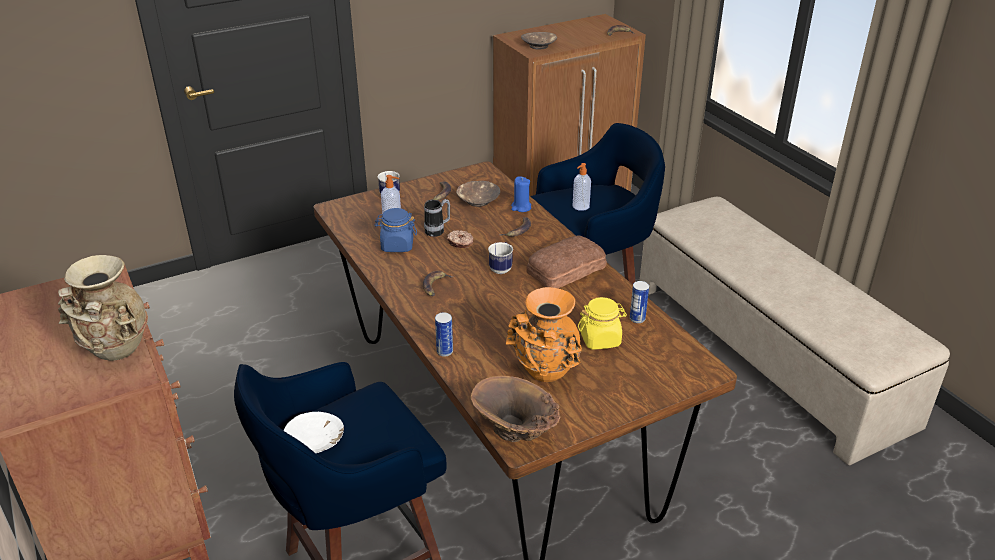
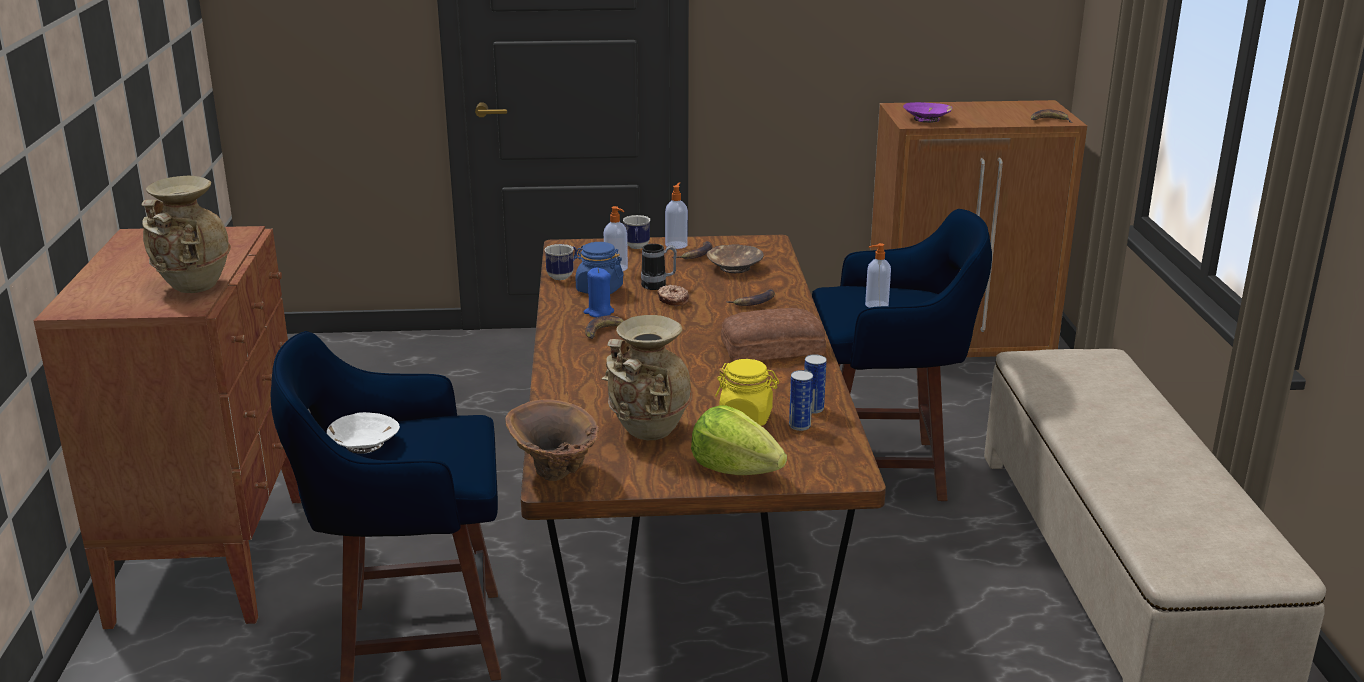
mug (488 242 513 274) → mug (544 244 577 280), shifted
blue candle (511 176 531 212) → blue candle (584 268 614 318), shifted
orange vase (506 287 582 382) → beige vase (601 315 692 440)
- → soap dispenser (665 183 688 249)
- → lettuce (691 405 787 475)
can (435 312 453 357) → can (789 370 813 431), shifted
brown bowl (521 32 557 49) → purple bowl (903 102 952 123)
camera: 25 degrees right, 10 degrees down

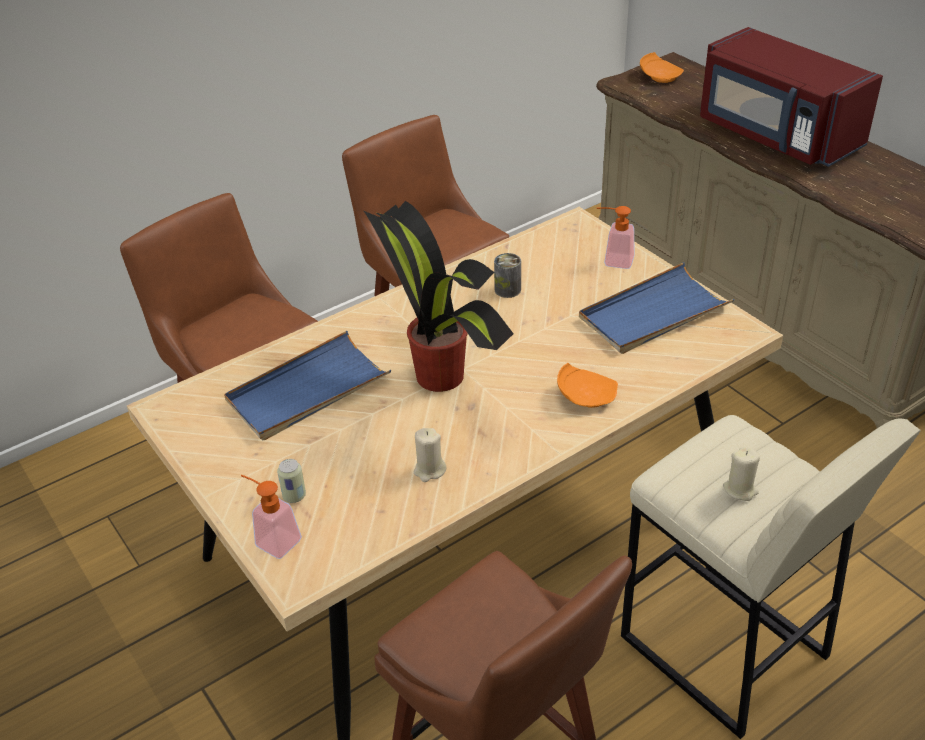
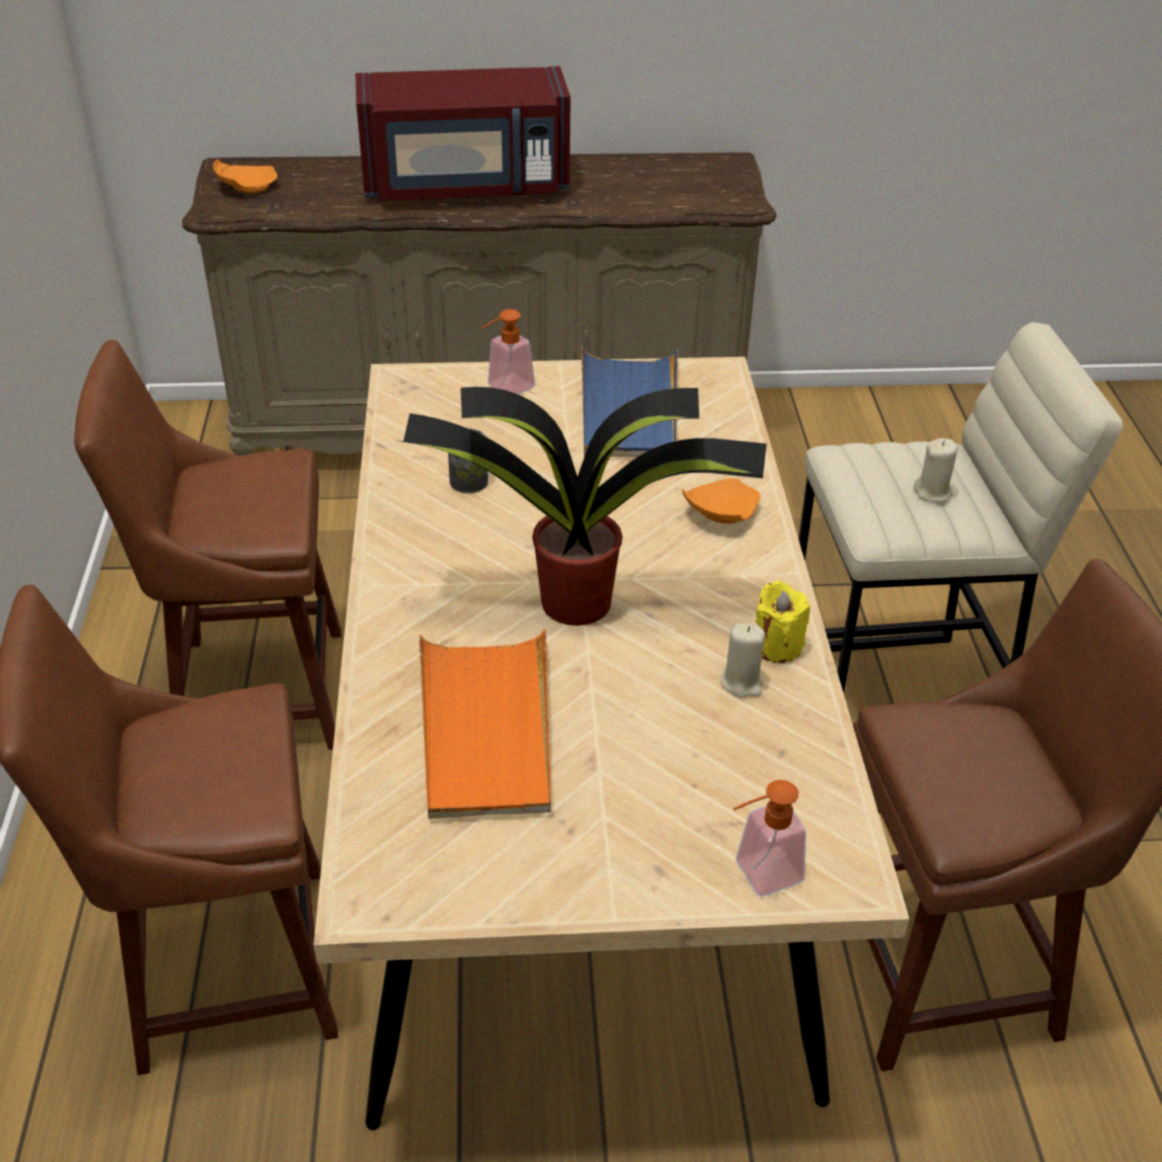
blue tray (224 331 391 440) → orange tray (419 629 551 819)
- → yellow candle (756 581 810 663)
can (277 459 306 503) → -
camera: 60 degrees left, 0 degrees up

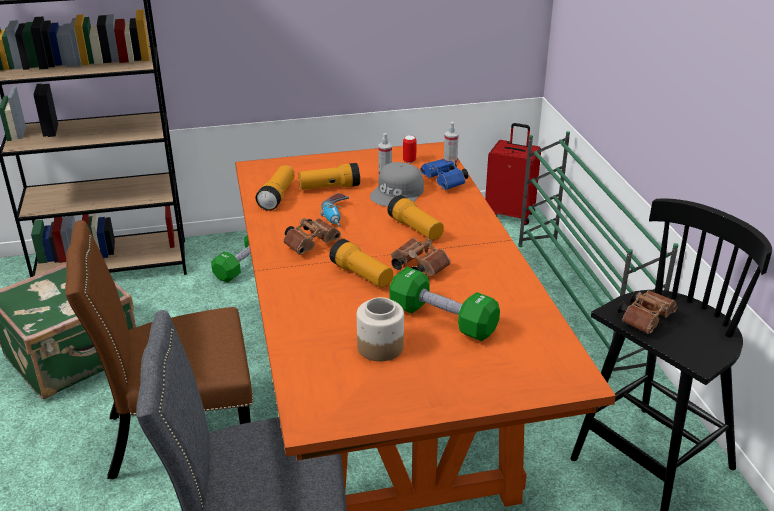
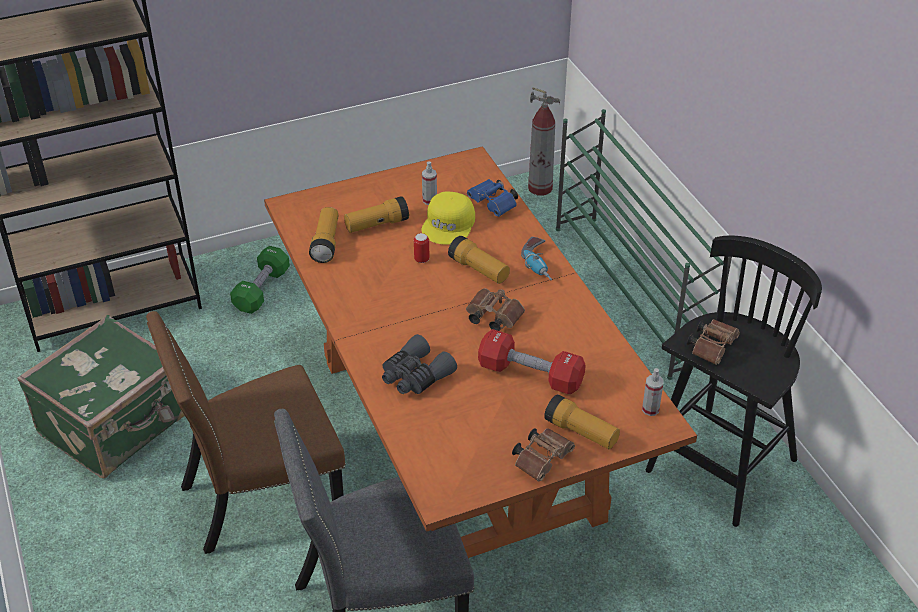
- → grey binoculars (382 334 457 394)
can (403 135 417 163) → can (414 233 430 263), shifted
grey cap (370 162 424 207) → yellow cap (422 192 475 244)
green dumbbell (389 267 500 341) → red dumbbell (478 329 586 394)
brown binoculars (283 218 341 255) → brown binoculars (512 428 575 482), shifted
power drill (320 193 349 227) → power drill (521 237 552 280), shifted
red suitcase (485 123 541 225) → fire extinguisher (528 87 560 196)
flashlight (329 239 393 288) → flashlight (544 395 620 449), shifted
spray bottle (444 122 459 164) → spray bottle (642 368 664 416), shifted
jar (357 297 404 361) → -
camera: 10 degrees left, 10 degrees up

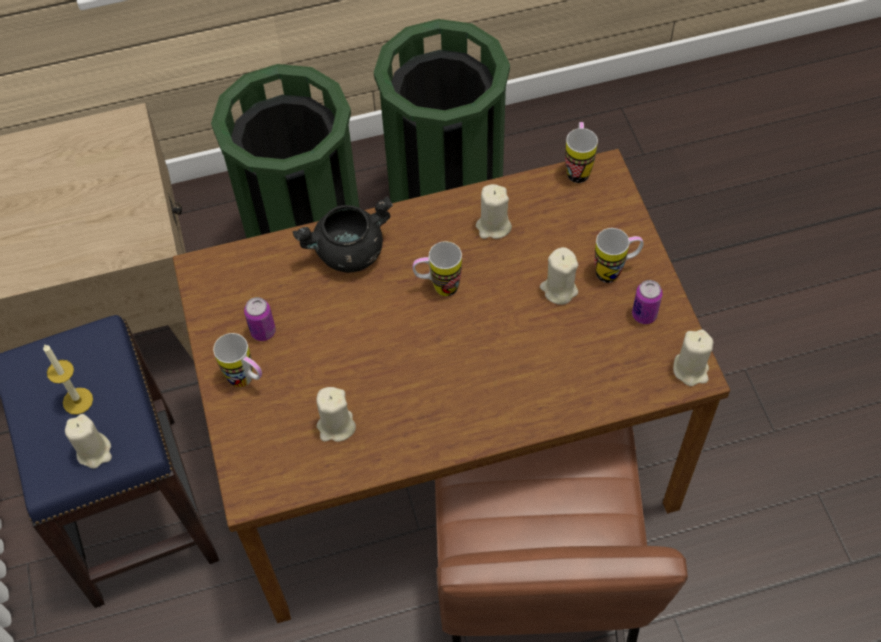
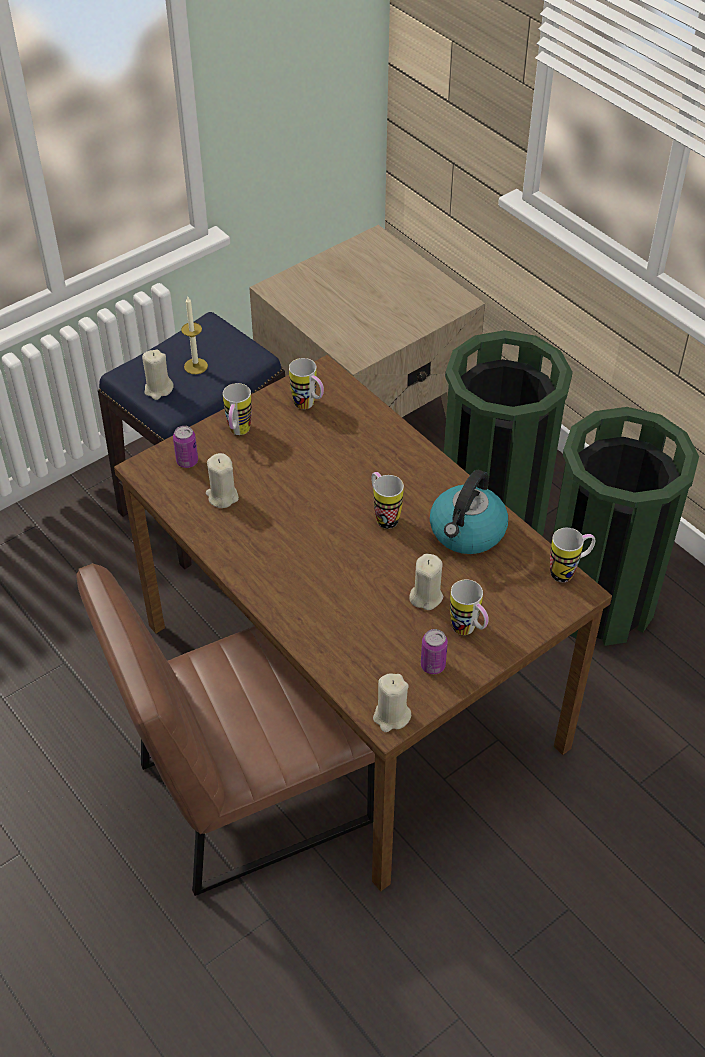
can (244 297 276 341) → can (173 426 198 468), shifted
- → mug (289 358 324 409)
beige candle (476 184 512 239) → kettle (430 470 508 554)
black cooking pot (292 196 393 273) → -
camera: 65 degrees right, 10 degrees down

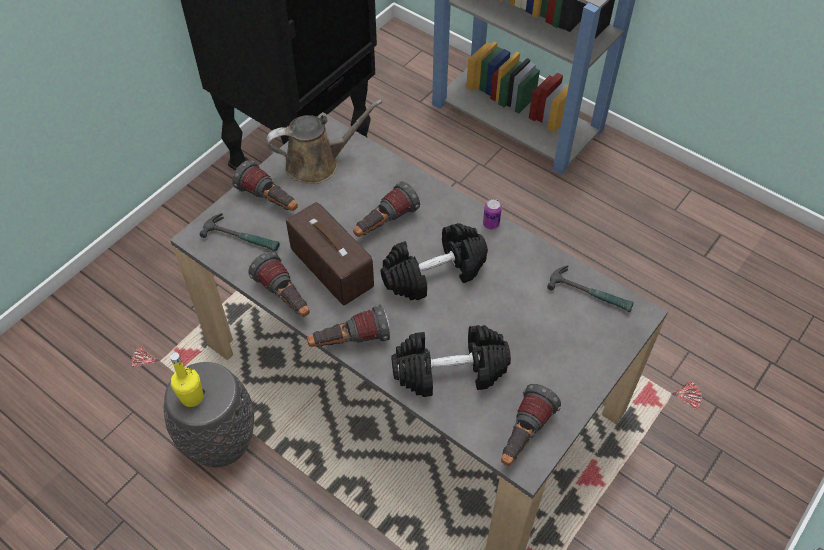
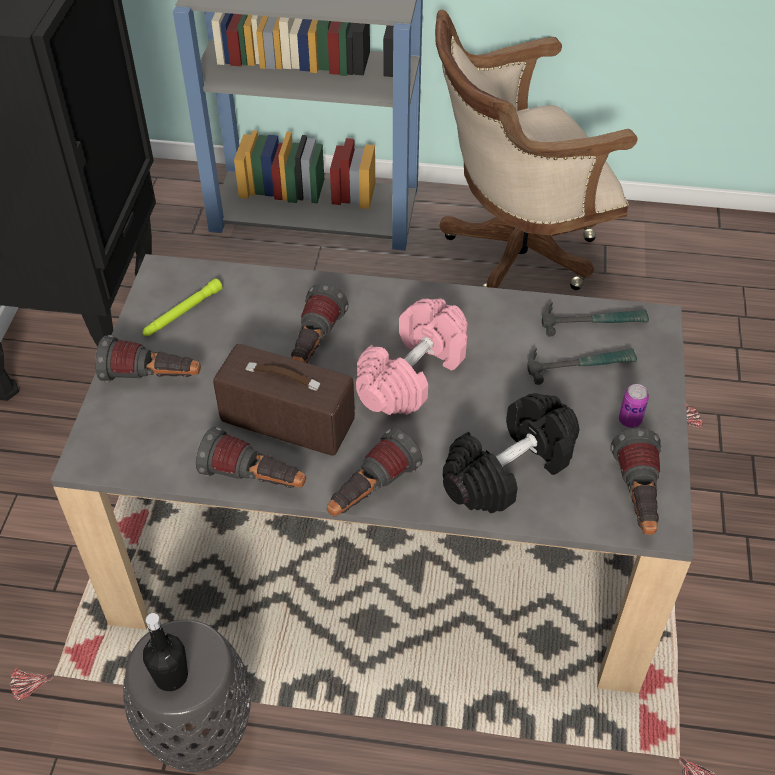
brown watering can (266 100 382 184) → green flashlight (142 279 223 336)
yellow bottle (170 352 203 407) → black bottle (143 613 188 691)
black dumbbell (381 223 488 300) → pink dumbbell (356 299 468 415)
- → office chair (435 10 638 290)
hammer (199 213 280 252) → hammer (527 348 637 385), shifted
can (483 199 502 230) → can (619 384 649 428), shifted
camera: 30 degrees left, 5 degrees down

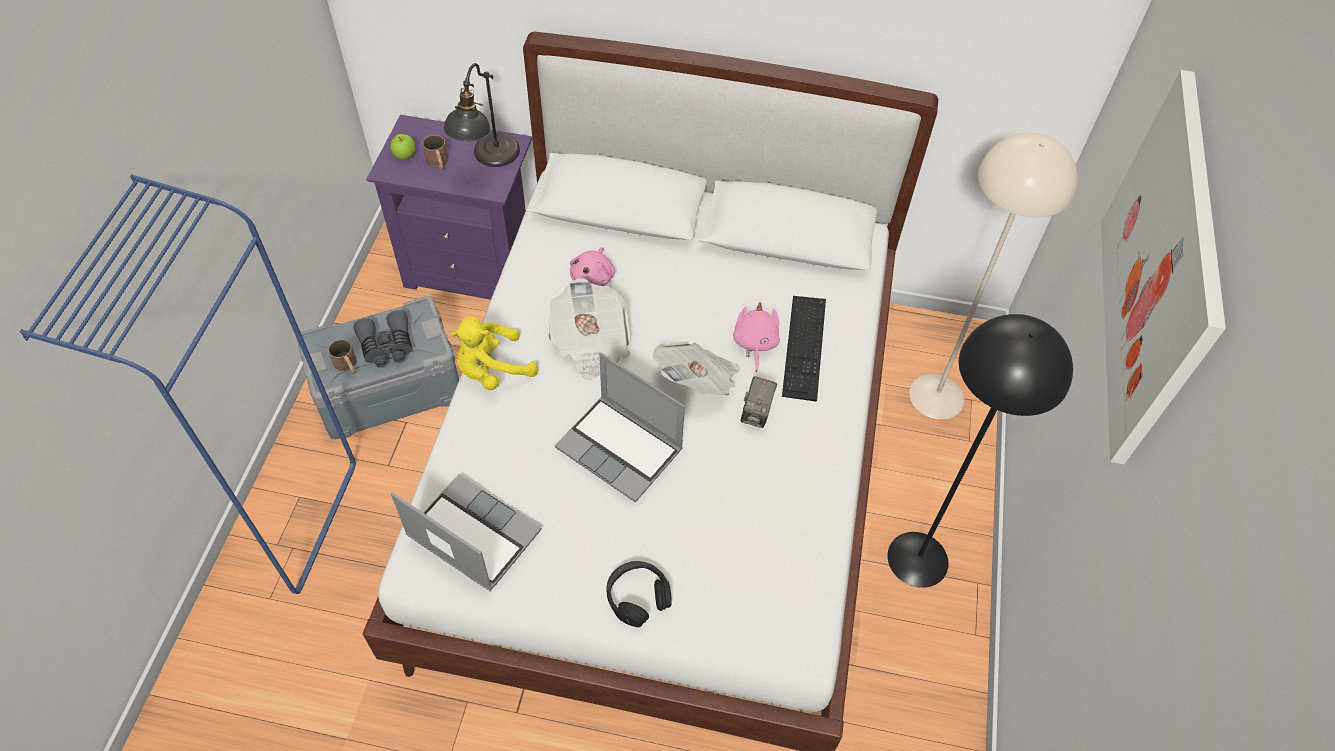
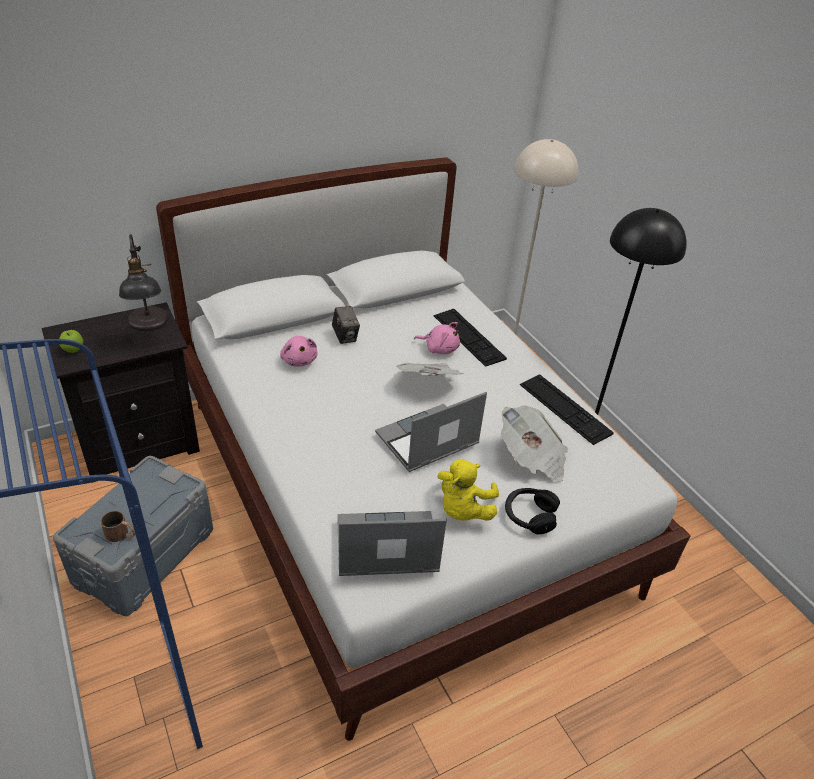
purple nightstand (366 115 532 300) → black nightstand (42 302 200 483)
photo camera (741 376 777 428) → photo camera (332 306 360 344), shifted
laptop (555 353 685 503) → laptop (375 392 487 472), 150 degrees clockwise
pink plush toy (733 302 780 372) → pink plush toy (414 322 460 354), 150 degrees clockwise
yellow plush toy (451 316 538 390) → yellow plush toy (437 460 499 521), shifted
newspaper (548 278 630 380) → newspaper (501 406 568 482), shifted
- → keyboard (520 374 614 445)
grey binoculars (353 310 412 368) → -
brown mug (423 135 448 170) → -
picture (1101 70 1226 464) → -
camera: 40 degrees left, 15 degrees down

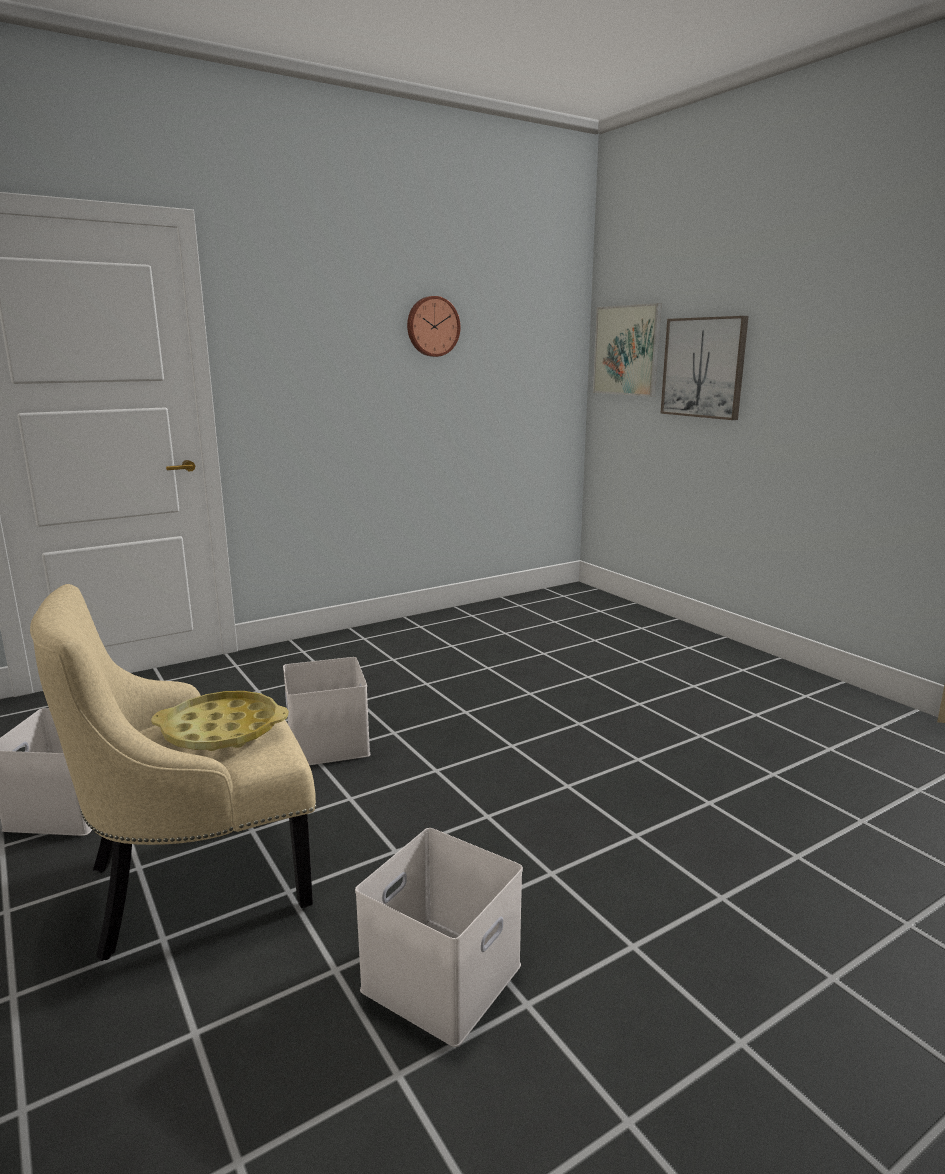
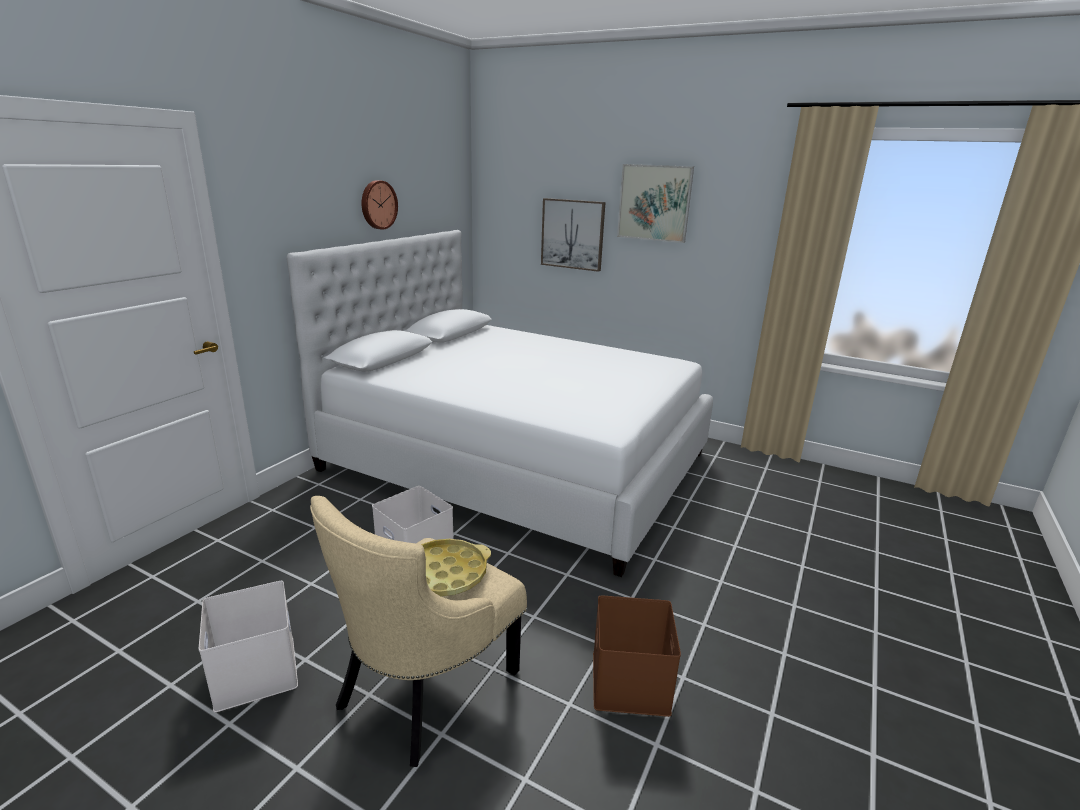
- → white bed (286 230 713 577)
white storage box (355 828 523 1047) → brown storage box (593 595 681 717)
picture (593 303 662 397) → picture (617 164 694 243), shifted
camera: 30 degrees left, 5 degrees up

